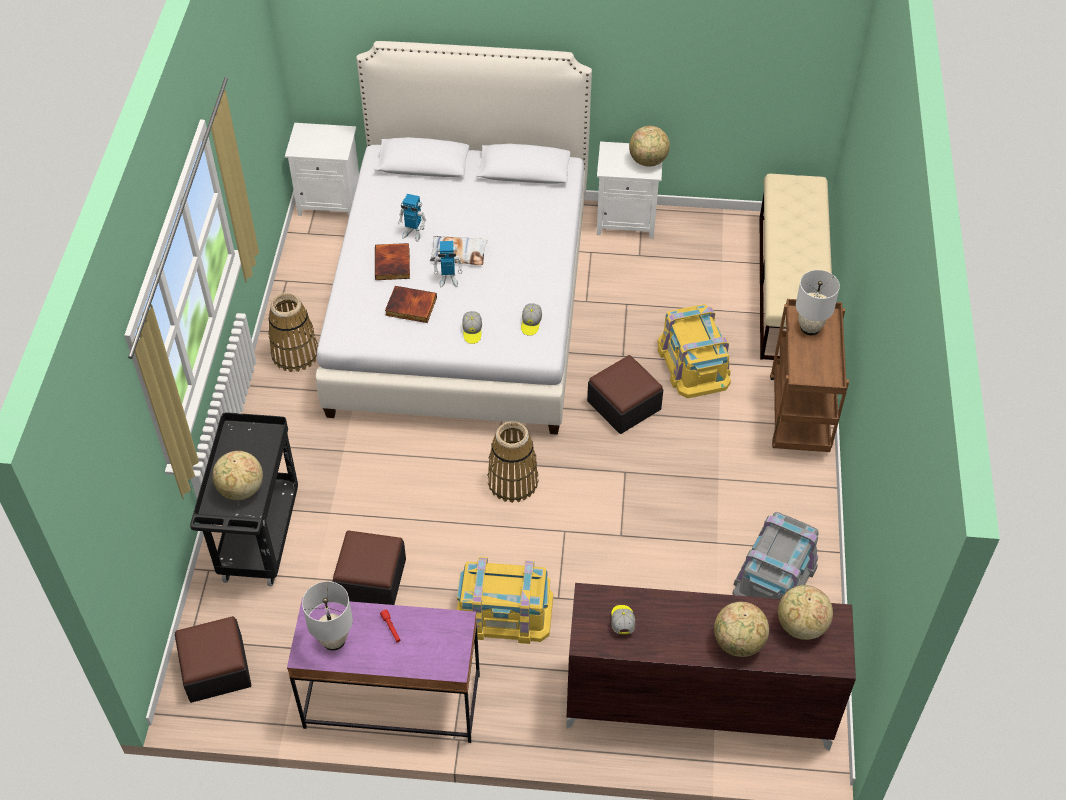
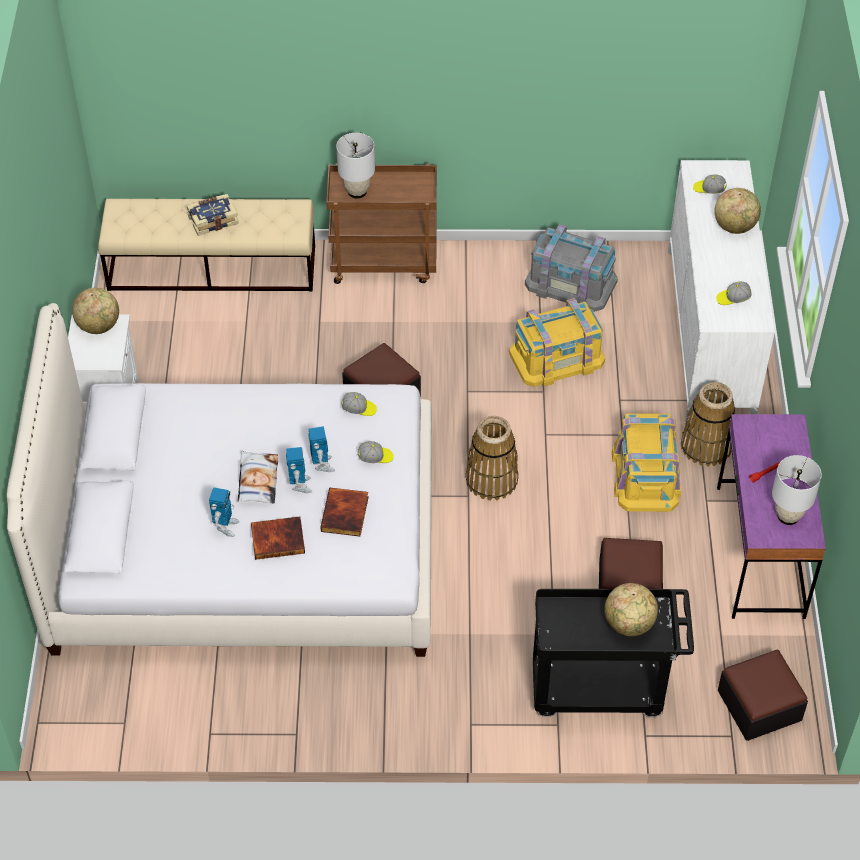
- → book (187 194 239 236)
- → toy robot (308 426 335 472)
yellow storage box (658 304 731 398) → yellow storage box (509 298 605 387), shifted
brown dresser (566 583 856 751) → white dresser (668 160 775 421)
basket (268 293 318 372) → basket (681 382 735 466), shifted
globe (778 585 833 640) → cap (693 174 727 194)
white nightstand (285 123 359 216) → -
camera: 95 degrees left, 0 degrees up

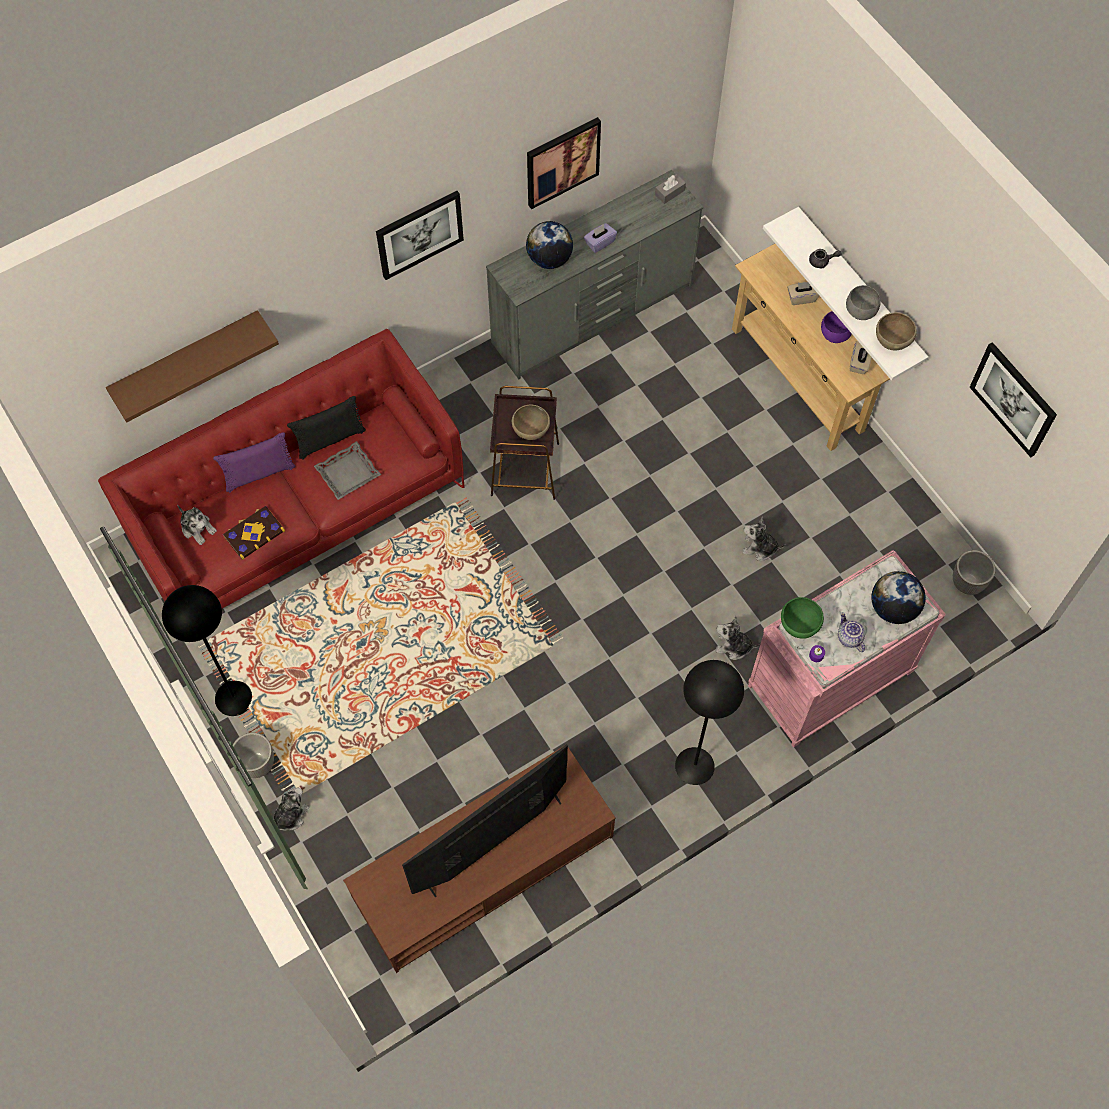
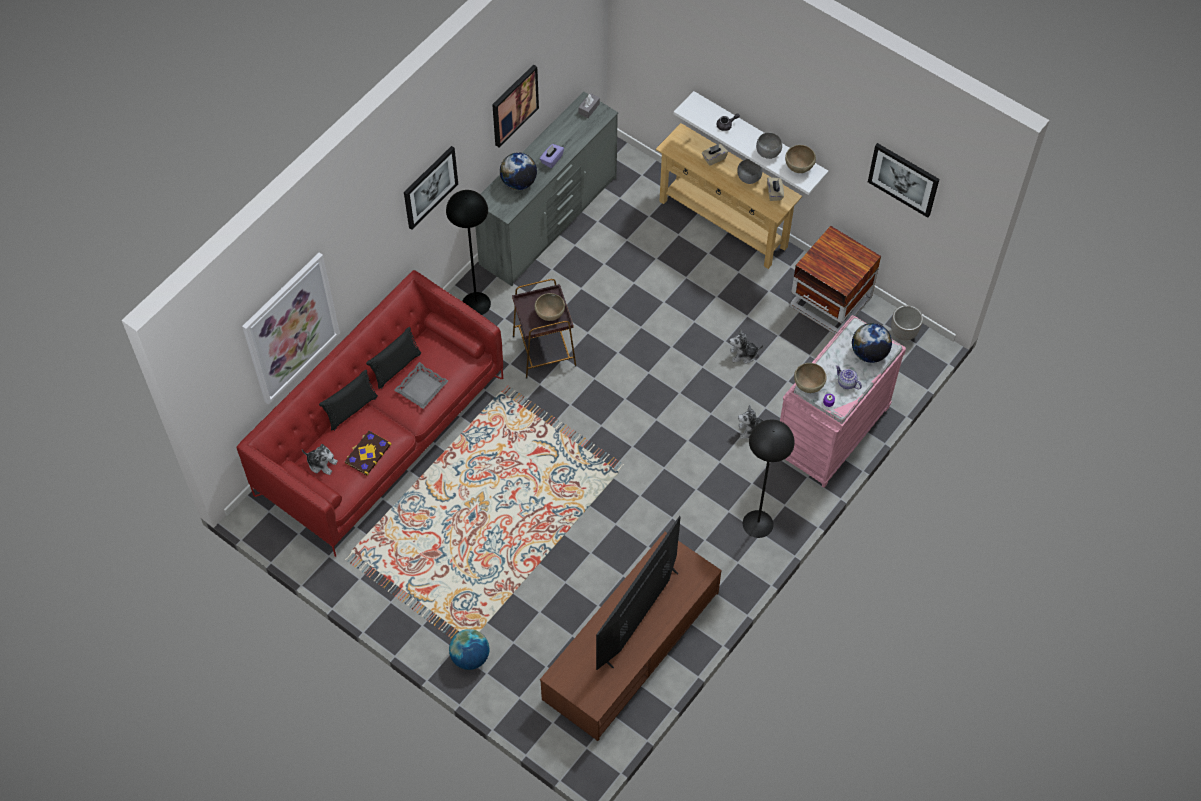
brown shelf (106 310 279 423) → picture (242 252 340 405)
purple pillow (213 432 295 493) → black pillow (319 370 378 430)
black floor lamp (162 585 252 716) → black floor lamp (446 190 491 315), shifted
plush toy (274 788 310 831) → globe (449 629 489 670)
purple bowl (821 311 852 343) → grey bowl (737 159 762 184)
- → nightstand (789 225 881 335)
green bowl (781 597 824 639) → brown bowl (794 363 827 393)
planter (233 732 274 778) → -
camera: 20 degrees left, 5 degrees down

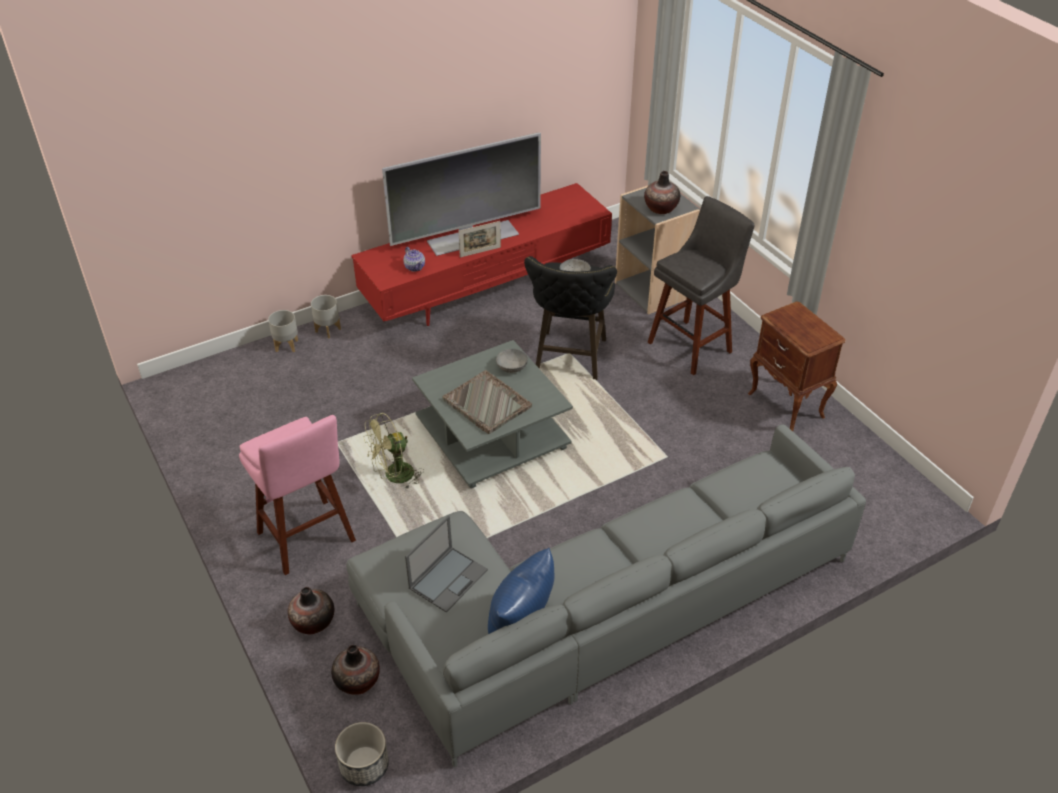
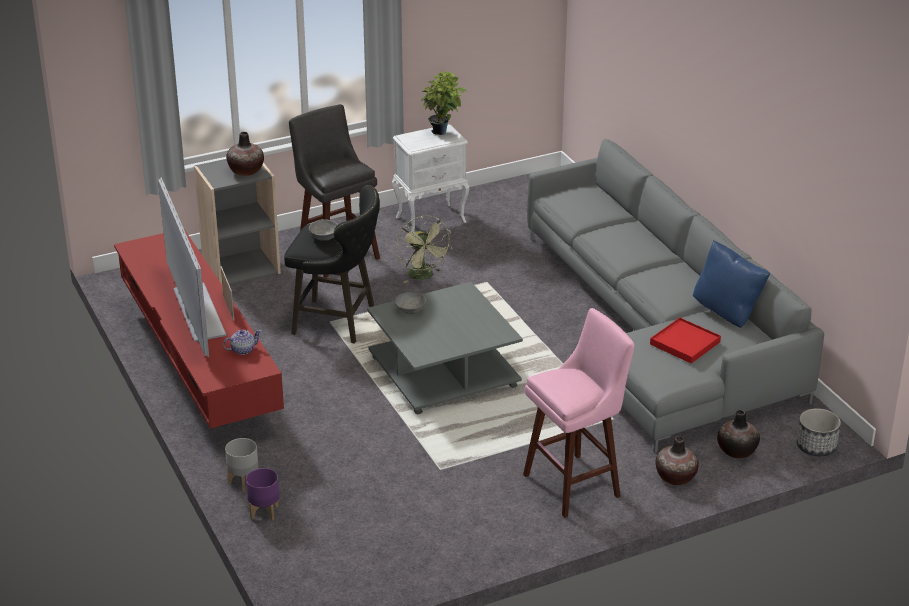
grey planter (268 310 298 352) → purple planter (246 468 279 521)
brown nightstand (748 302 846 431) → white nightstand (392 124 470 232)
green fan (364 412 423 490) → green fan (396 215 452 283), shifted
- → potted plant (421 70 467 135)
laptop (405 515 488 613) → red tray (650 318 721 363)
grey tray (442 370 532 434) → -
camera: 85 degrees left, 10 degrees down

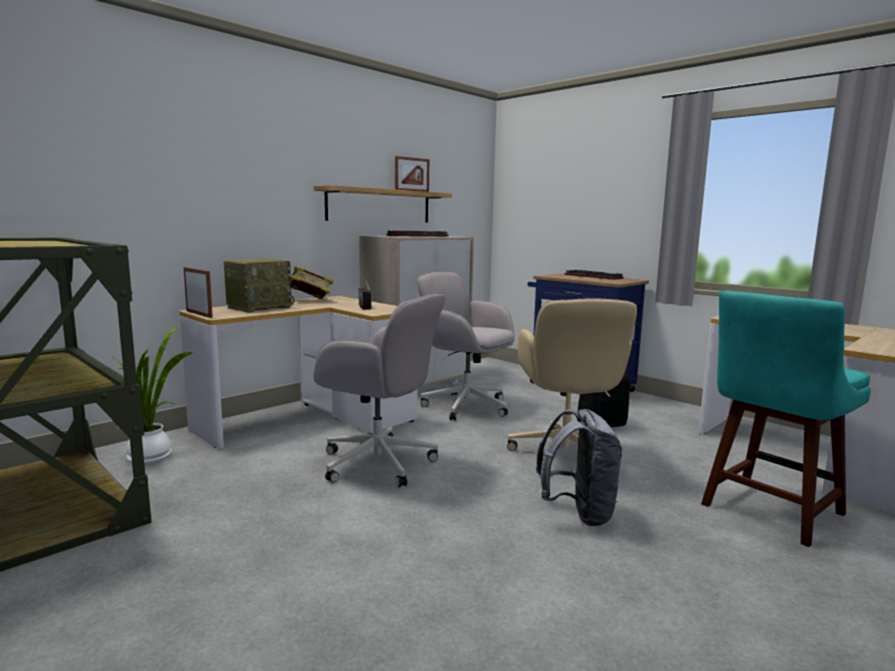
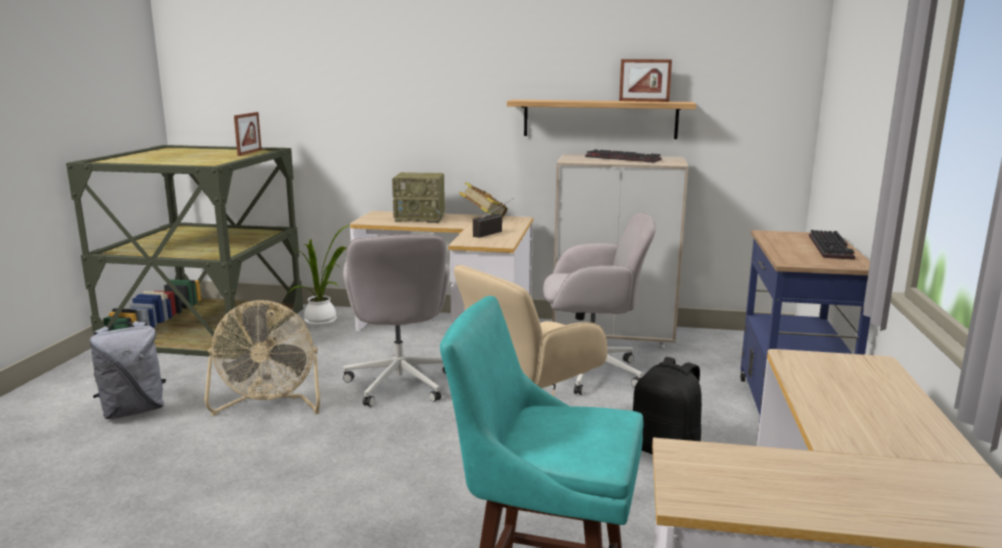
grey backpack (536 409 622 526) → grey backpack (90 321 166 419), shifted
- → beige fan (204 300 320 416)
picture frame (184 267 213 318) → picture frame (234 112 262 156), shifted
grey office chair (417 272 515 421) → grey office chair (543 213 656 395), 90 degrees clockwise
camera: 55 degrees right, 5 degrees up

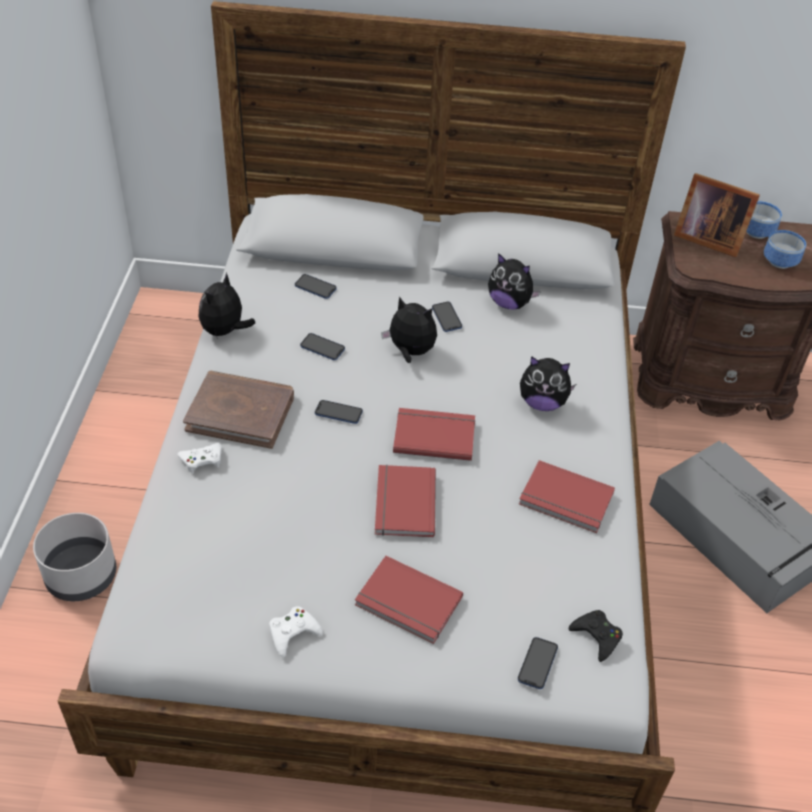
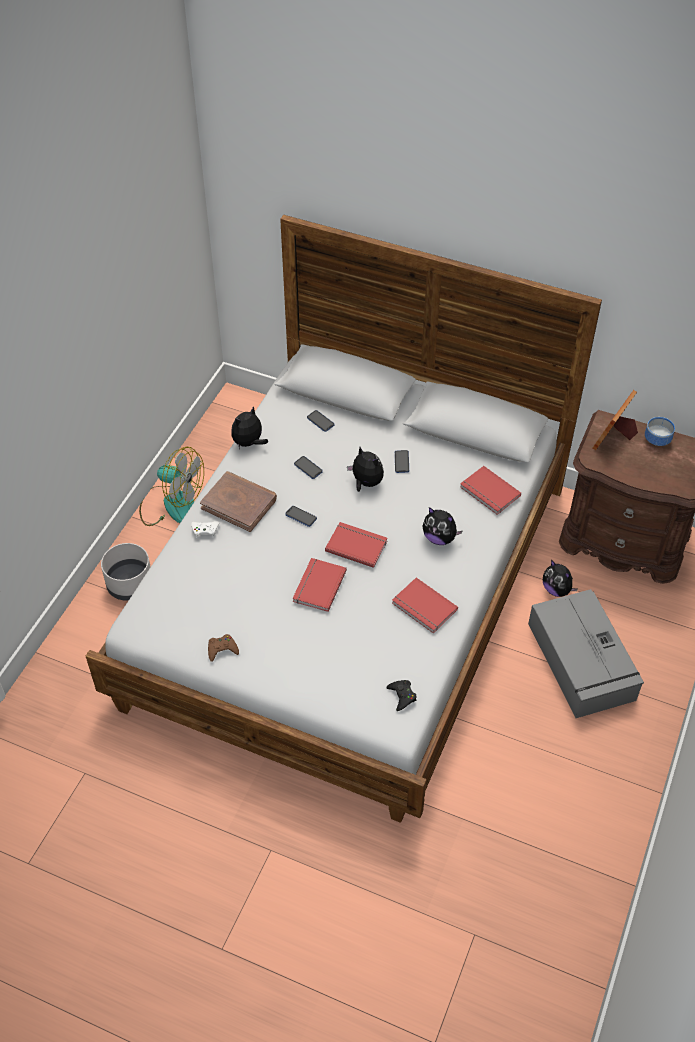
- → fan (139 447 204 526)
white game controller (269 606 323 657) → brown game controller (208 634 239 662)
red book (355 556 463 644) → red book (460 466 521 515), shifted
plush toy (488 253 541 310) → plush toy (543 560 578 597), shifted
picture frame (674 173 760 257) → picture frame (593 390 638 450), 75 degrees clockwise
phone (518 637 558 689) → -
bowl (764 230 806 269) → -
camera: 20 degrees right, 5 degrees up

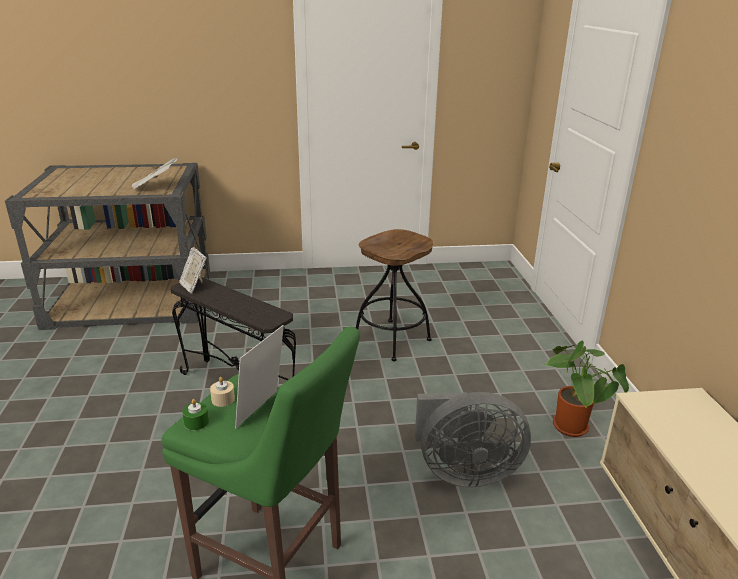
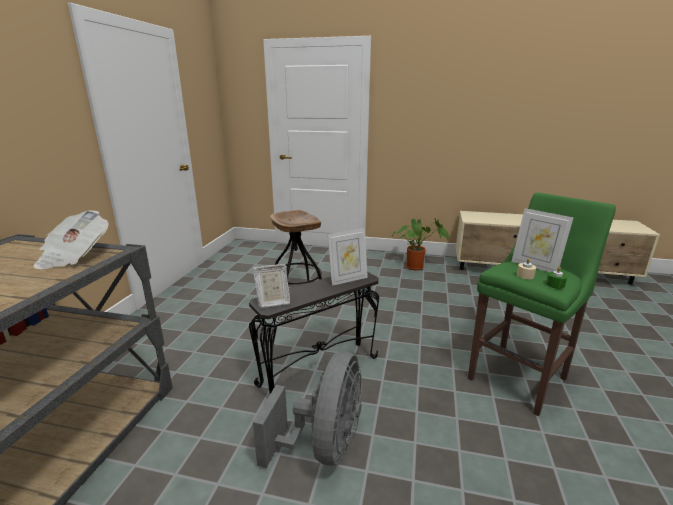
grey fan (415 392 531 487) → grey fan (253 352 362 468), shifted
- → picture frame (328 228 368 286)
camera: 70 degrees left, 5 degrees down

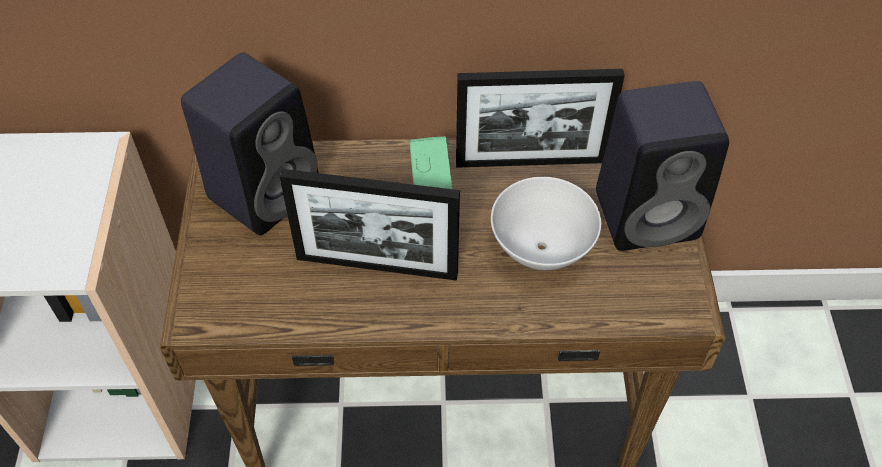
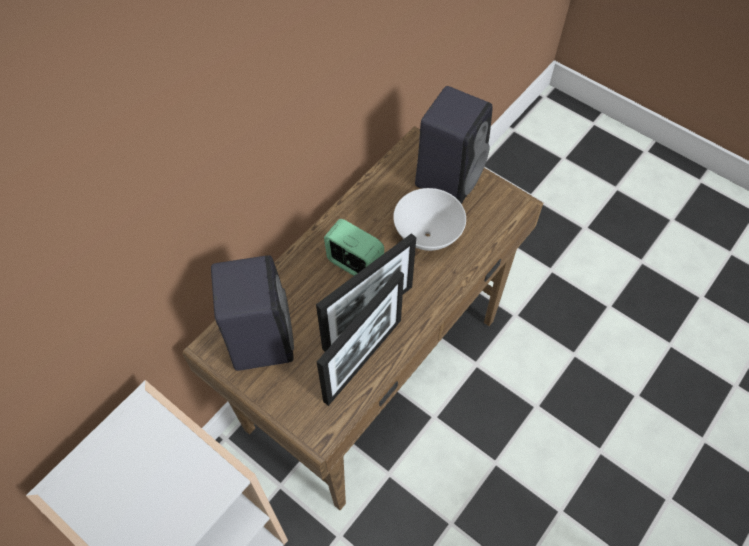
picture frame (456 69 625 168) → picture frame (317 270 404 406), shifted
camera: 50 degrees left, 5 degrees up

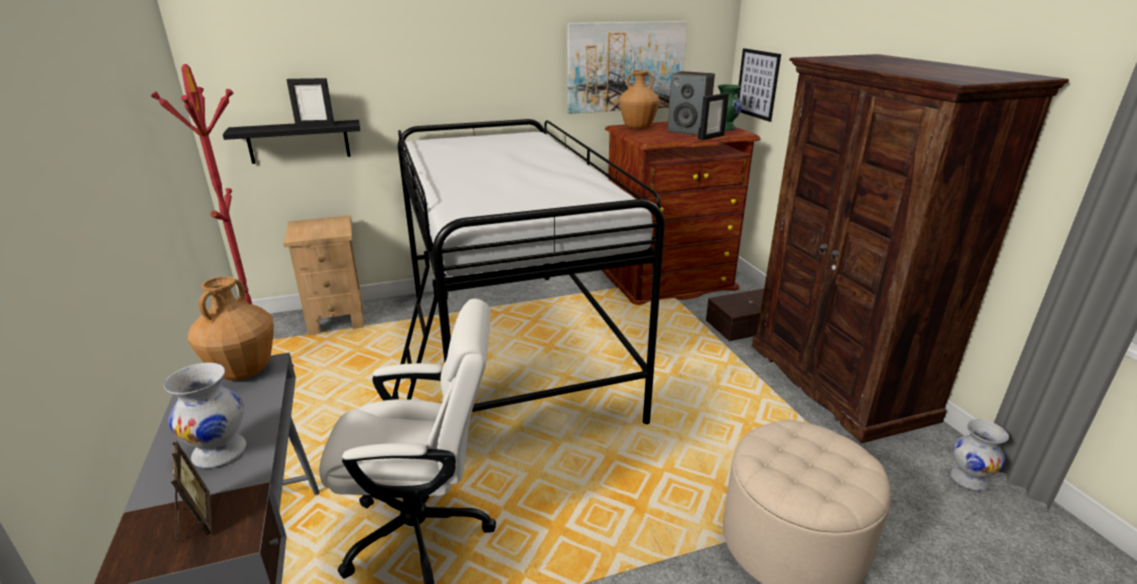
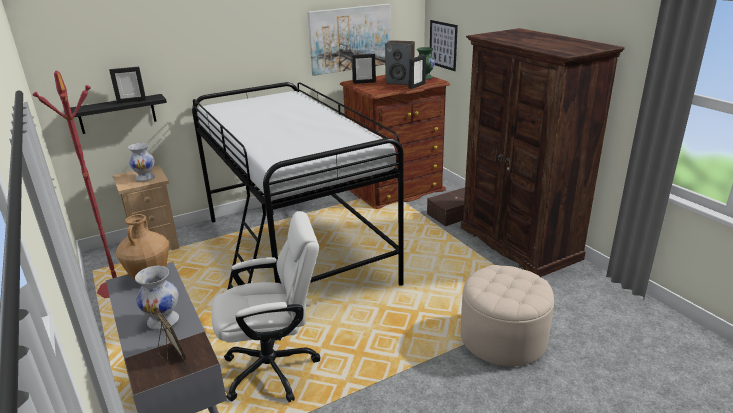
white vase (950 419 1009 491) → white vase (128 143 155 181), shifted
brown vase (619 70 660 130) → picture frame (352 54 376 84)
camera: 10 degrees left, 0 degrees up

